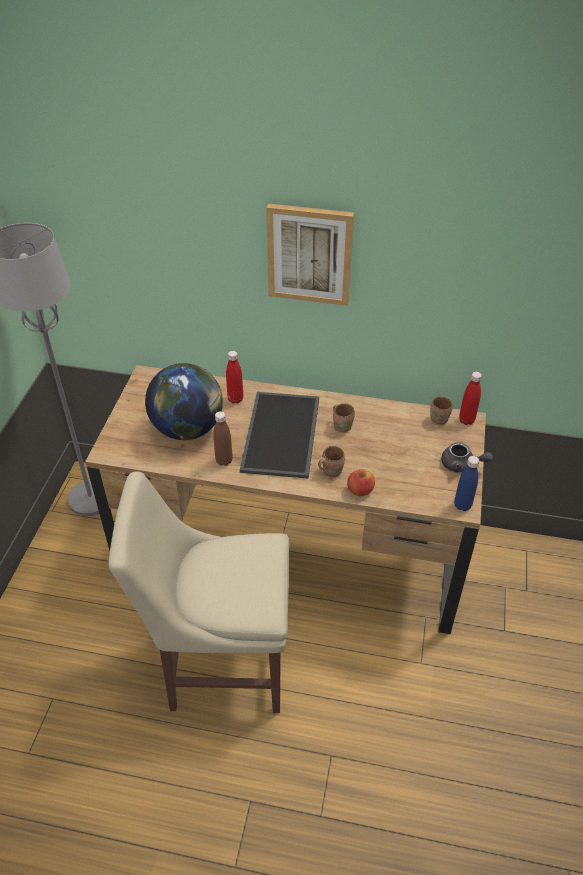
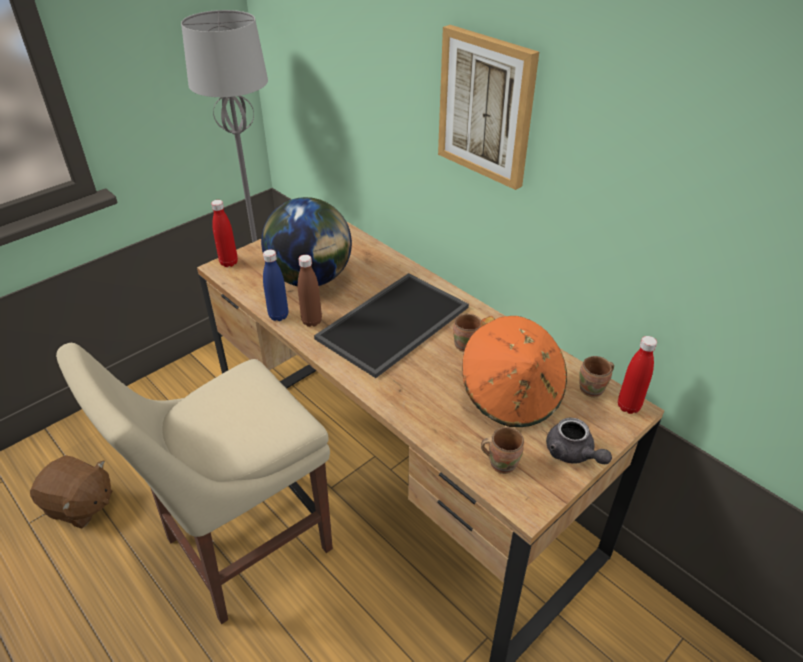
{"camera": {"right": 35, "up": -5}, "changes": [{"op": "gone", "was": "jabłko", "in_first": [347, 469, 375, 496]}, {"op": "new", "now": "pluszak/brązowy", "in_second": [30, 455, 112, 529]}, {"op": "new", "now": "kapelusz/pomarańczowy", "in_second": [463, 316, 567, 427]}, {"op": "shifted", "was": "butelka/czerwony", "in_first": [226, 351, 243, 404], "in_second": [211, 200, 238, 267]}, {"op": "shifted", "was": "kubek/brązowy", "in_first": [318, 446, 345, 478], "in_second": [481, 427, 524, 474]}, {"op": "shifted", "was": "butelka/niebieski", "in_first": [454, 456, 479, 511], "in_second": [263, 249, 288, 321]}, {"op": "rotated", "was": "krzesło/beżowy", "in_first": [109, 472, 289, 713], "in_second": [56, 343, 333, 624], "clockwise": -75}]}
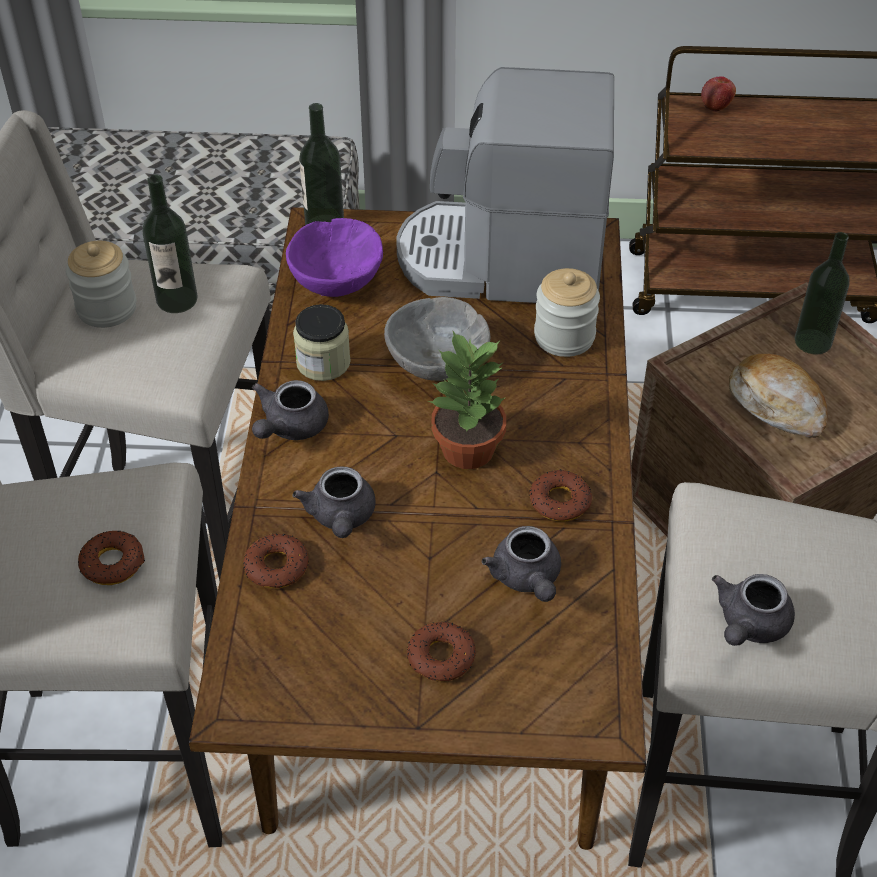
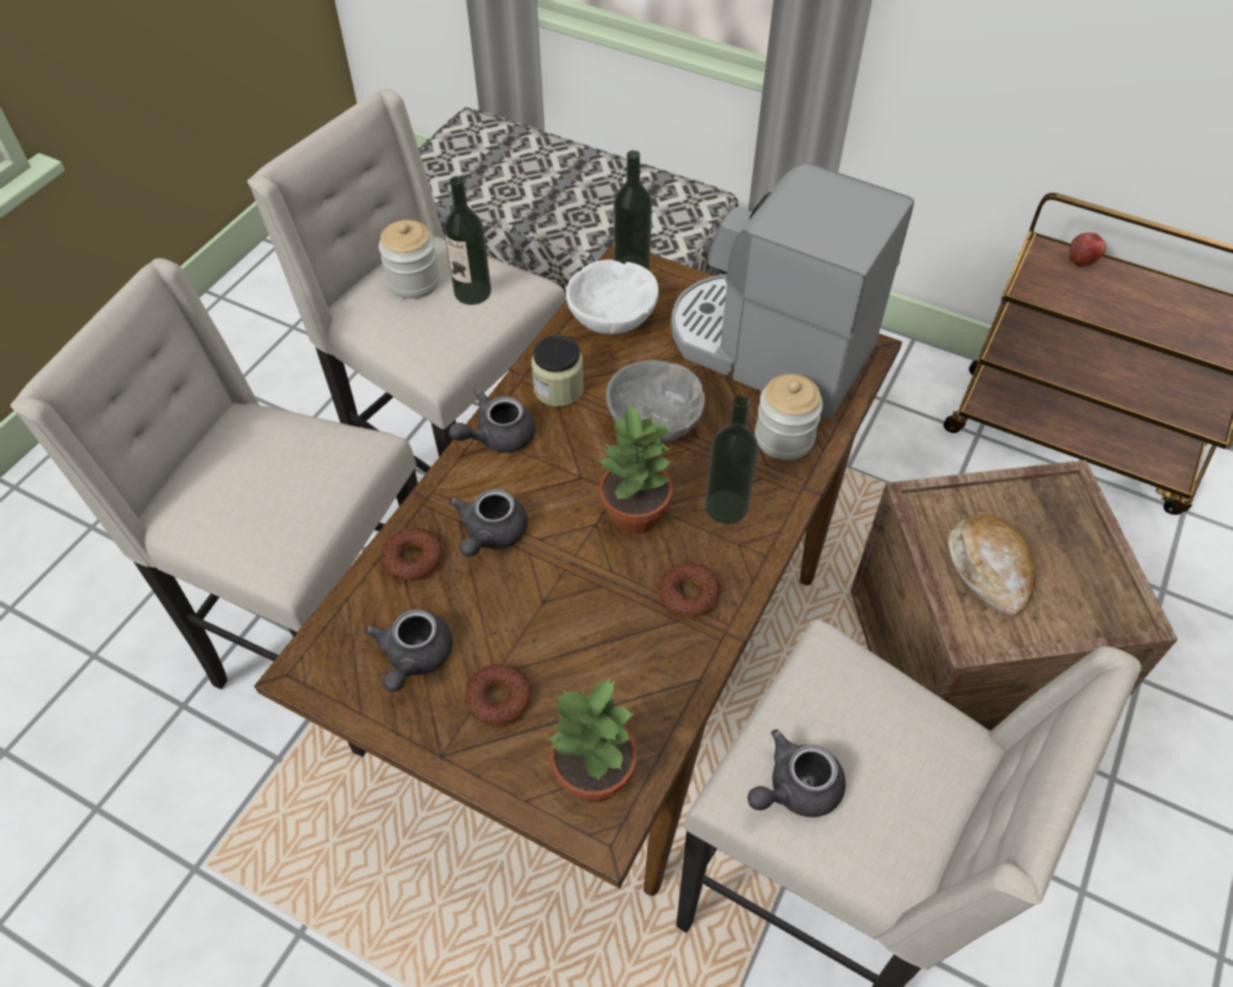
{"camera": {"right": 25, "up": 5}, "changes": [{"op": "gone", "was": "donut", "in_first": [78, 531, 145, 585]}, {"op": "new", "now": "roślina doniczkowa", "in_second": [547, 678, 637, 802]}, {"op": "shifted", "was": "imbryk/szary", "in_first": [482, 526, 561, 602], "in_second": [364, 609, 453, 692]}, {"op": "shifted", "was": "butelka", "in_first": [795, 232, 850, 355], "in_second": [705, 395, 758, 524]}, {"op": "repainted", "was": "miska/fioletowy", "now": "miska/biały", "in_first": [286, 218, 383, 297], "in_second": [566, 259, 659, 334]}]}
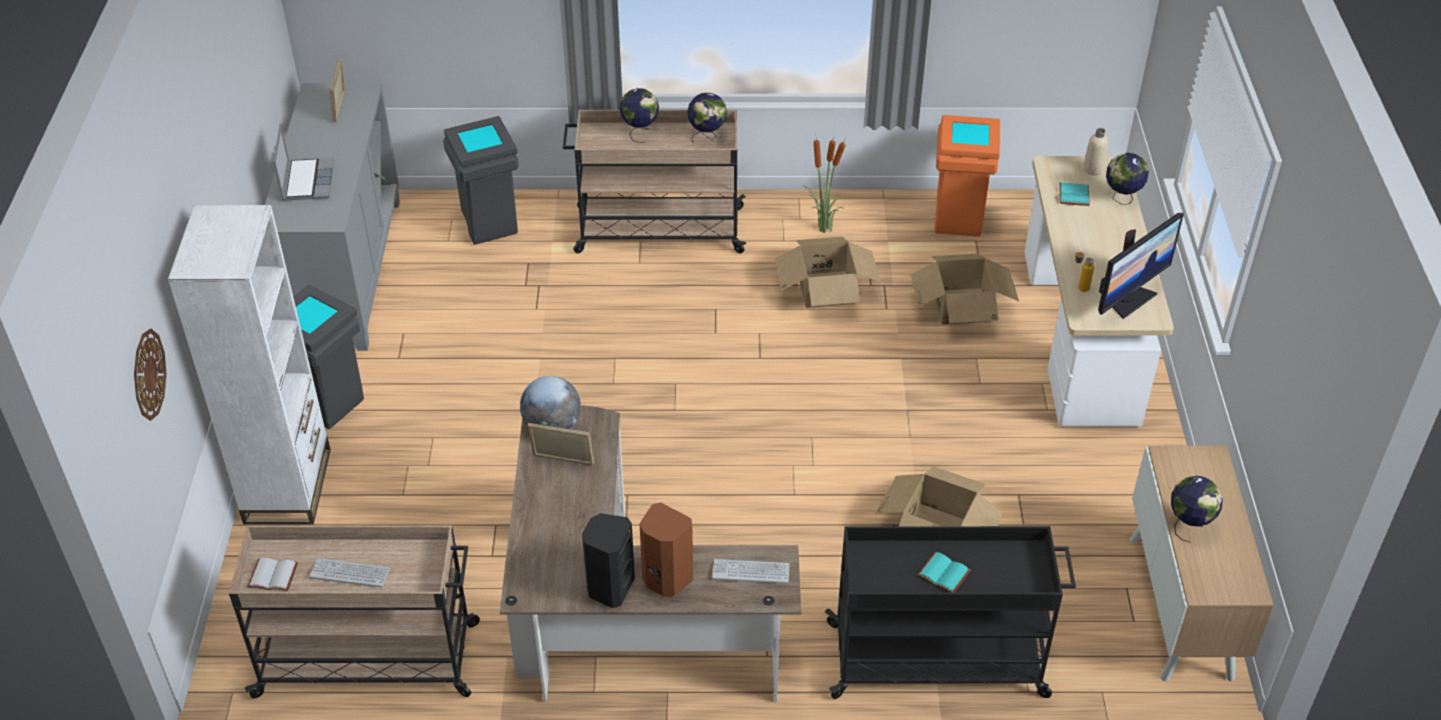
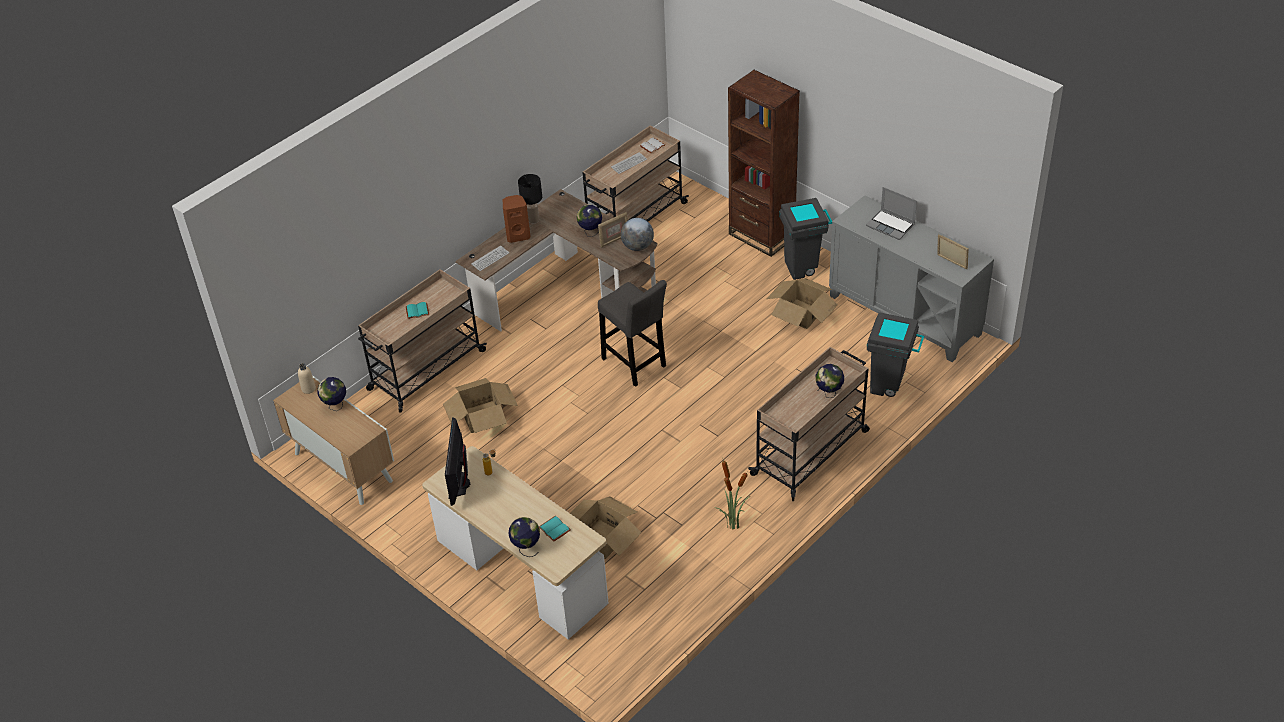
{"camera": {"right": 135, "up": 0}, "changes": [{"op": "gone", "was": "zegar ścienny", "in_first": [134, 329, 167, 421]}, {"op": "gone", "was": "kosz na śmieci/pomarańczowy", "in_first": [934, 115, 1000, 237]}, {"op": "new", "now": "stołek/szary", "in_second": [598, 280, 667, 387]}, {"op": "shifted", "was": "globus", "in_first": [687, 93, 727, 143], "in_second": [577, 204, 602, 237]}, {"op": "shifted", "was": "karton", "in_first": [775, 237, 881, 308], "in_second": [766, 278, 838, 329]}, {"op": "shifted", "was": "butelka/beżowy", "in_first": [1083, 128, 1108, 175], "in_second": [298, 363, 316, 394]}, {"op": "swapped", "was": "głośnik/czarny", "now": "lampa stołowa/czarny", "in_first": [582, 513, 635, 608], "in_second": [518, 174, 542, 223]}, {"op": "repainted", "was": "regał/biały", "now": "regał/brązowy", "in_first": [168, 205, 331, 524], "in_second": [728, 70, 800, 257]}, {"op": "repainted", "was": "wózek/czarny", "now": "wózek/beżowy", "in_first": [825, 526, 1076, 699], "in_second": [358, 269, 487, 413]}]}
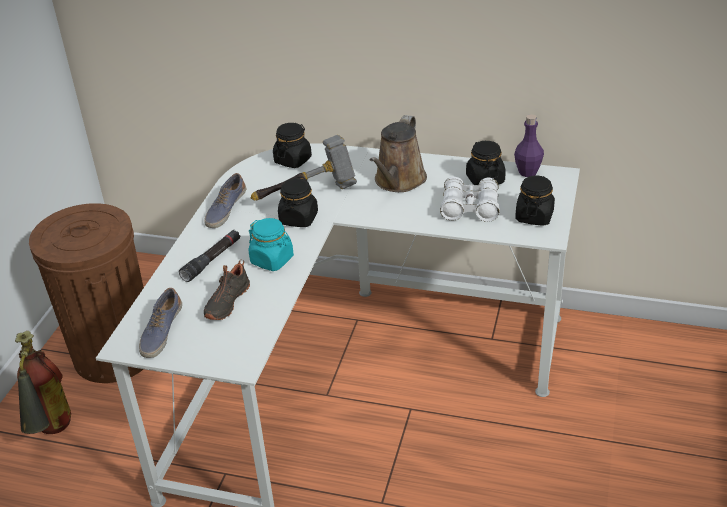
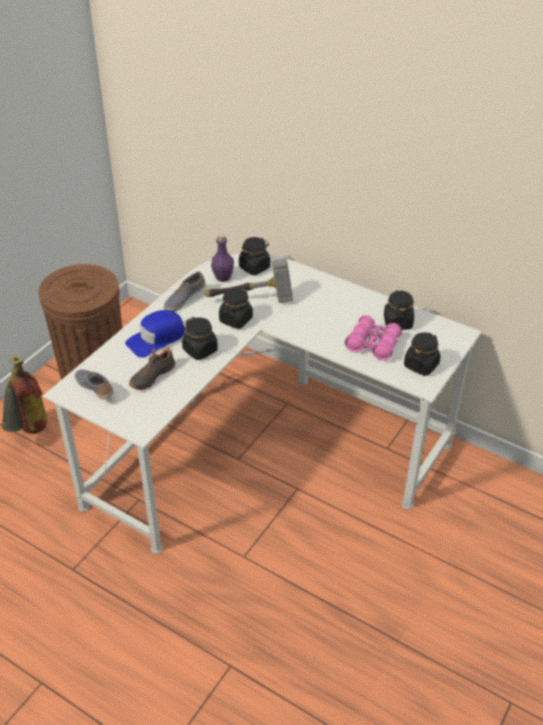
{"camera": {"right": 15, "up": 5}, "changes": [{"op": "gone", "was": "konewka/brązowy", "in_first": [369, 115, 427, 192]}, {"op": "shifted", "was": "butelka/fioletowy", "in_first": [514, 114, 544, 177], "in_second": [211, 233, 234, 282]}, {"op": "swapped", "was": "latarka/czarny", "now": "czapka z daszkiem/niebieski", "in_first": [179, 230, 240, 282], "in_second": [125, 310, 185, 358]}, {"op": "repainted", "was": "słoik/turkusowy", "now": "słoik/czarny", "in_first": [249, 218, 294, 271], "in_second": [182, 317, 218, 360]}, {"op": "repainted", "was": "lornetka/biały", "now": "lornetka/różowy", "in_first": [440, 177, 500, 222], "in_second": [345, 315, 402, 361]}, {"op": "rotated", "was": "but", "in_first": [139, 288, 182, 358], "in_second": [74, 370, 114, 399], "clockwise": 105}]}
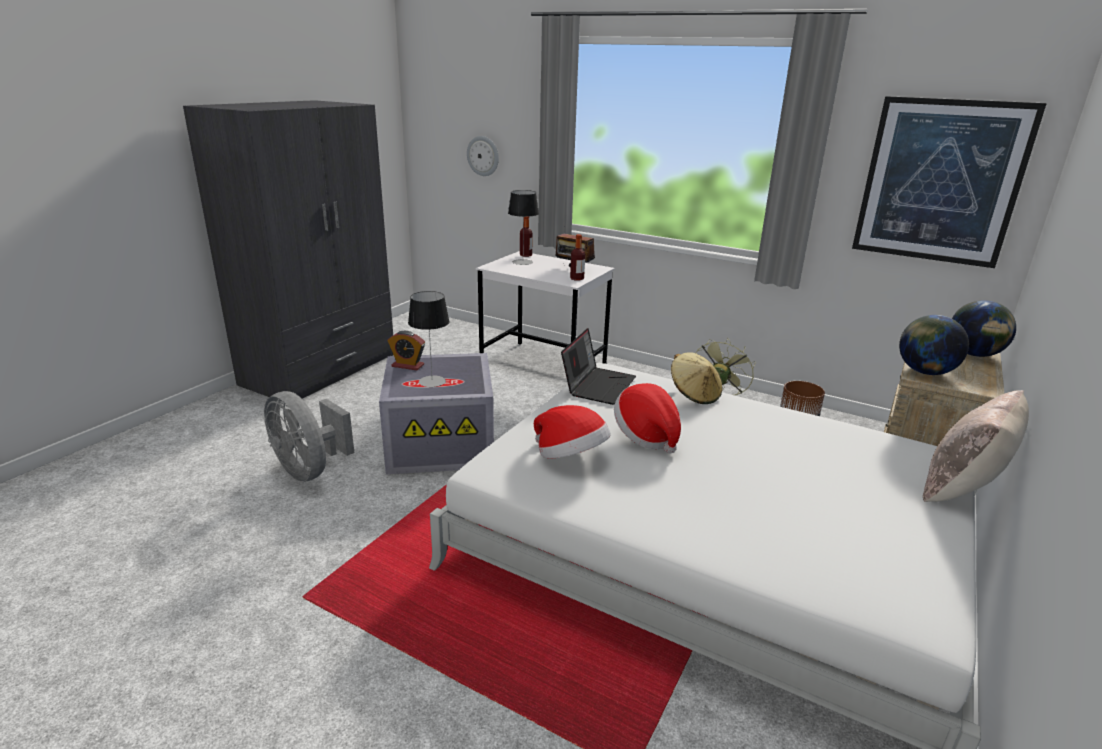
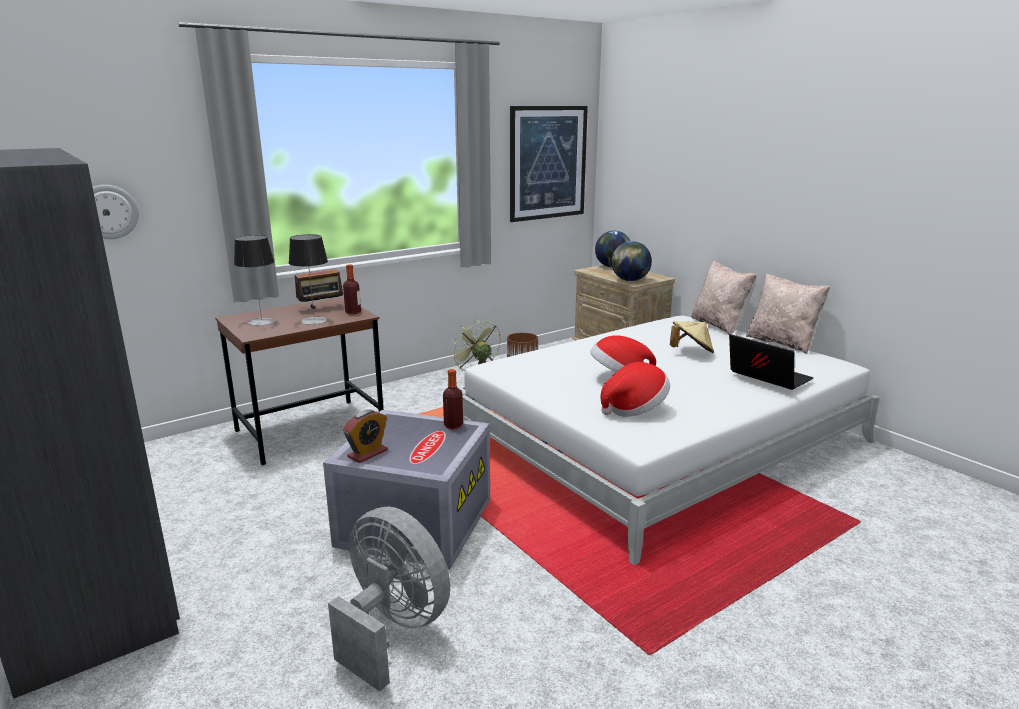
{"camera": {"right": -65, "up": -5}, "changes": [{"op": "new", "now": "poduszka/beżowy", "in_second": [746, 273, 830, 354]}, {"op": "shifted", "was": "lampa stołowa", "in_first": [408, 291, 450, 387], "in_second": [289, 234, 328, 324]}, {"op": "shifted", "was": "butelka", "in_first": [520, 216, 533, 257], "in_second": [443, 369, 463, 429]}, {"op": "shifted", "was": "laptop", "in_first": [561, 328, 636, 405], "in_second": [729, 334, 813, 390]}, {"op": "shifted", "was": "kapelusz/beżowy", "in_first": [671, 352, 722, 404], "in_second": [670, 321, 714, 353]}, {"op": "repainted", "was": "biurko/biały", "now": "biurko/brązowy", "in_first": [476, 251, 615, 364], "in_second": [215, 297, 383, 465]}, {"op": "rotated", "was": "wentylator/szary", "in_first": [264, 391, 354, 482], "in_second": [328, 506, 450, 691], "clockwise": -120}]}
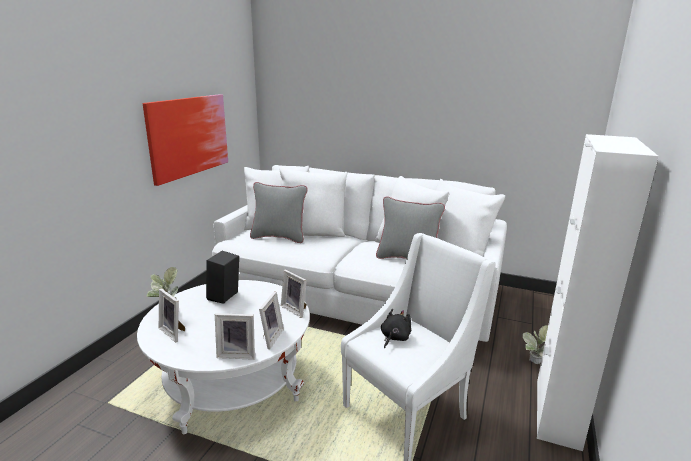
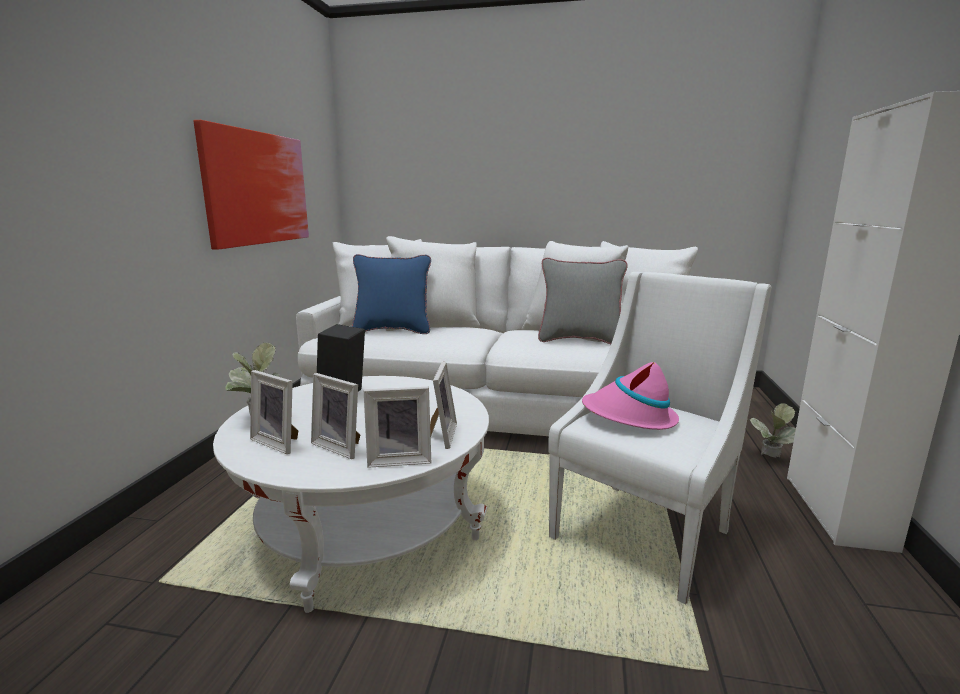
{"camera": {"right": -10, "up": -5}, "changes": [{"op": "shifted", "was": "ramka na zdjęcie", "in_first": [281, 269, 307, 318], "in_second": [311, 373, 360, 459]}, {"op": "swapped", "was": "pluszak/czarny", "now": "kapelusz/różowy", "in_first": [381, 309, 411, 348], "in_second": [582, 362, 679, 430]}, {"op": "repainted", "was": "poduszka/szary", "now": "poduszka/niebieski", "in_first": [250, 182, 308, 243], "in_second": [352, 254, 431, 334]}]}
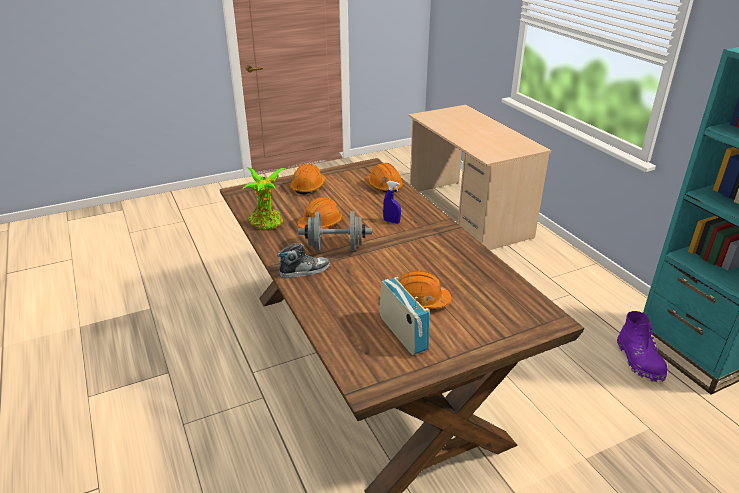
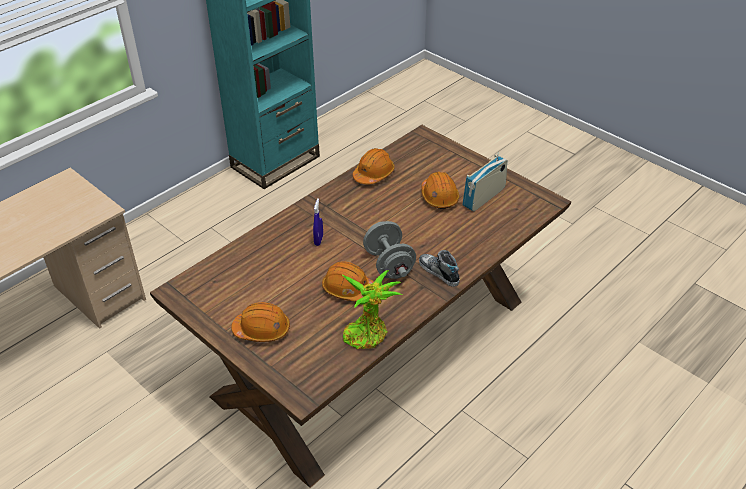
{"camera": {"right": -110, "up": 10}, "changes": [{"op": "gone", "was": "but z cholewką/fioletowy", "in_first": [617, 311, 667, 382]}, {"op": "shifted", "was": "kask/pomarańczowy", "in_first": [366, 163, 403, 192], "in_second": [352, 148, 395, 184]}]}
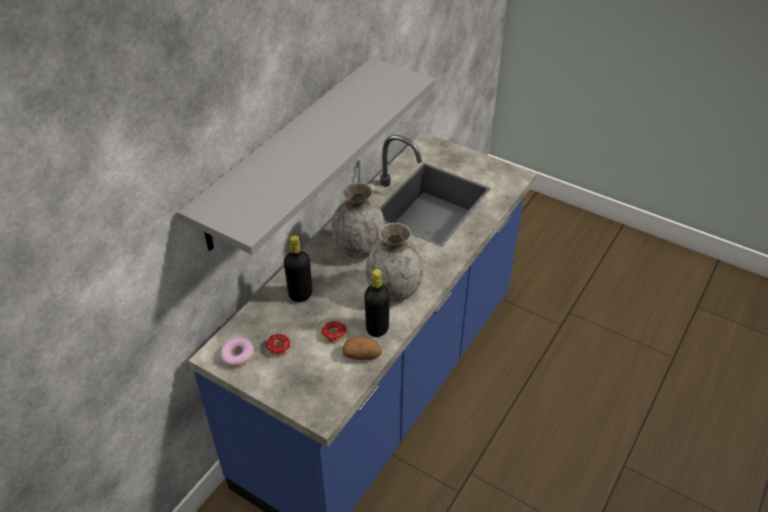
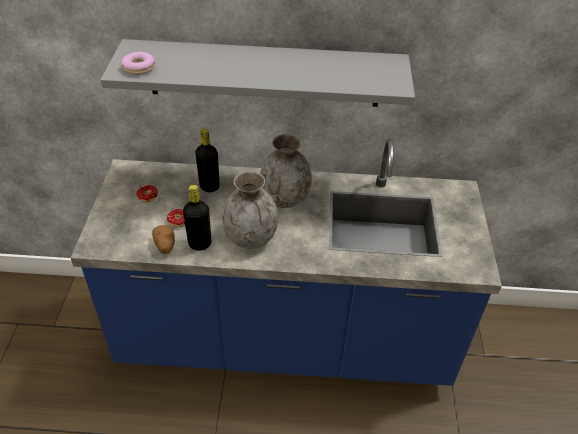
{"camera": {"right": 60, "up": 0}, "changes": [{"op": "shifted", "was": "donut", "in_first": [220, 338, 254, 367], "in_second": [121, 52, 155, 75]}]}
